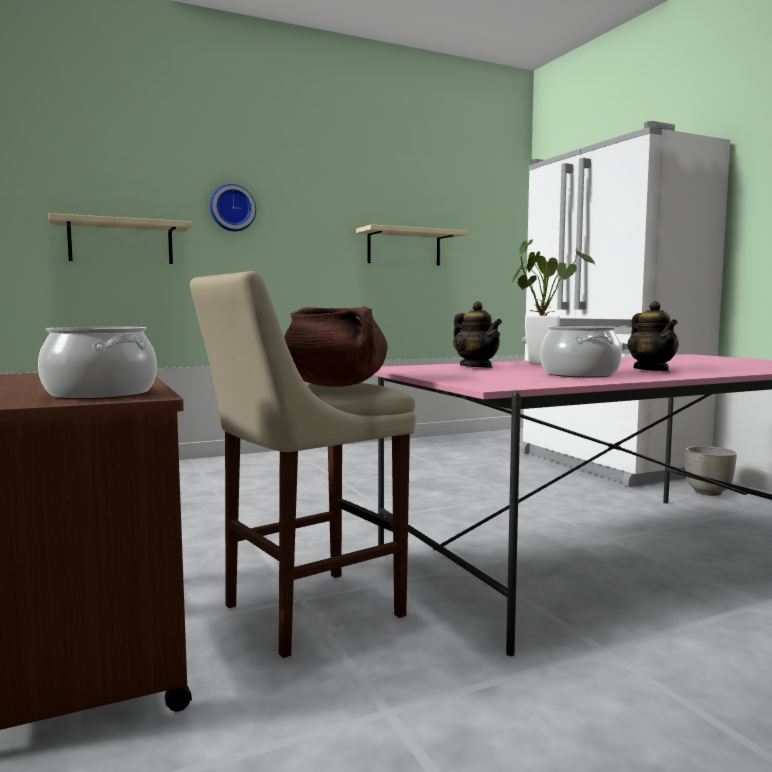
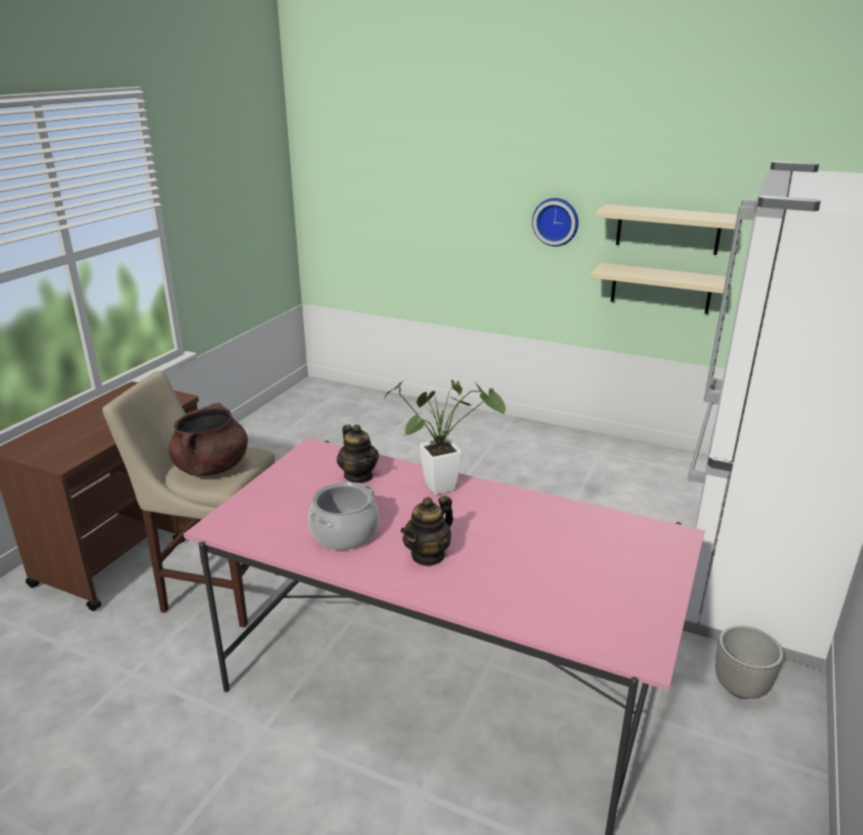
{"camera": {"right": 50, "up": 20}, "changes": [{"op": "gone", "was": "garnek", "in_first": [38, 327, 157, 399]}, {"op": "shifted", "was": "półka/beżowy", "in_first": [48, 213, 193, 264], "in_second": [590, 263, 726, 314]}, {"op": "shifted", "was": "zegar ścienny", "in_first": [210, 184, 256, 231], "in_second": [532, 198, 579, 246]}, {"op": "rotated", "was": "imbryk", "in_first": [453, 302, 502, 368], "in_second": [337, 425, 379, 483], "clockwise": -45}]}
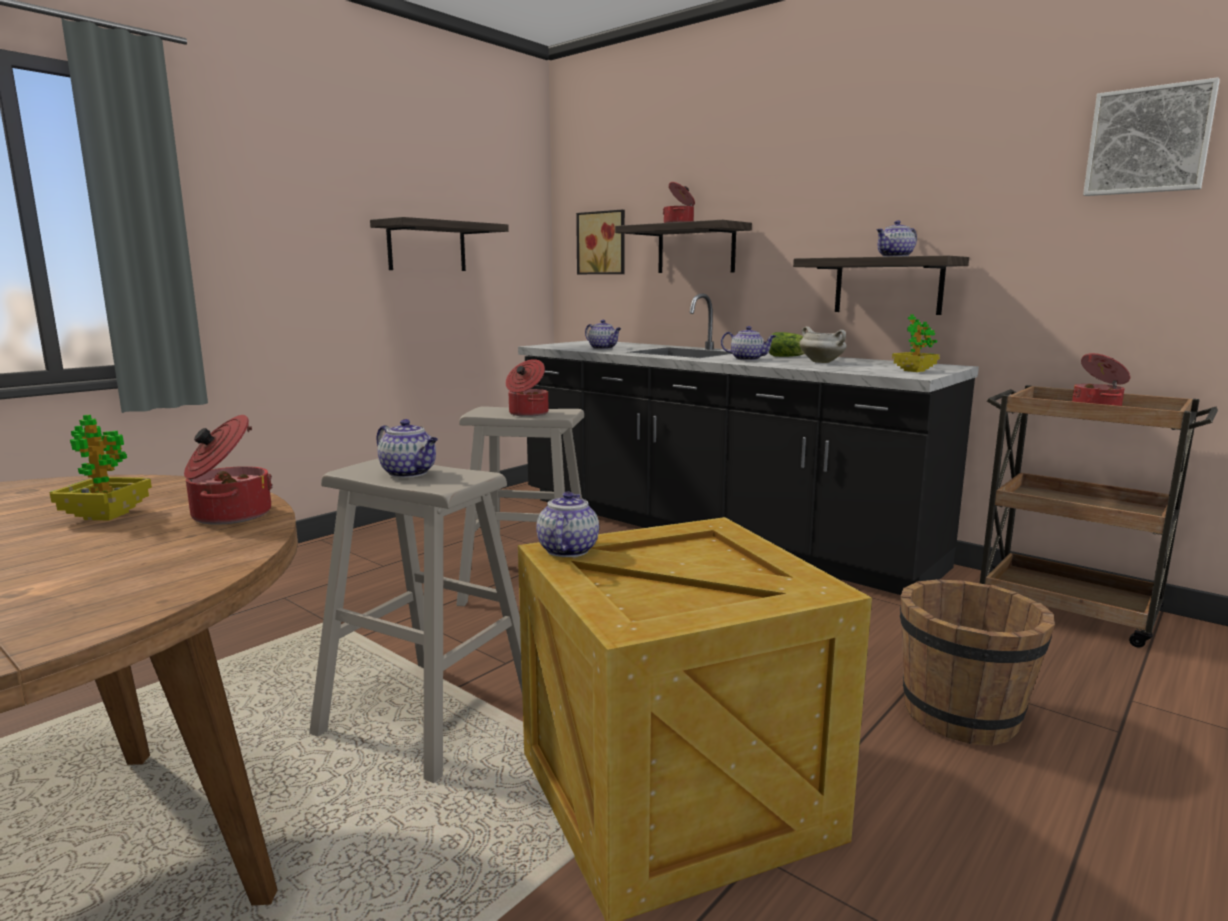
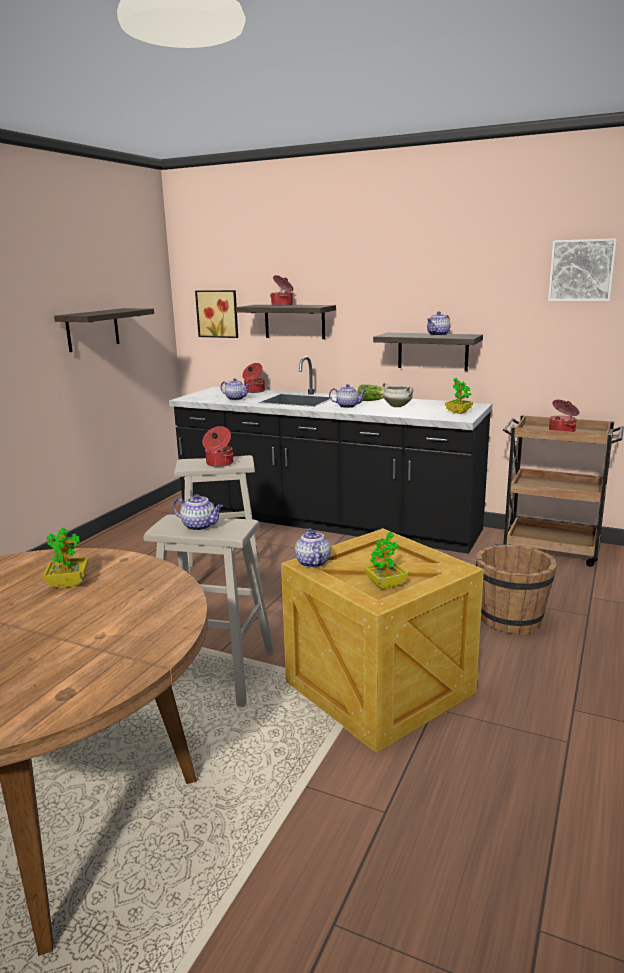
{"camera": {"right": -15, "up": 5}, "changes": [{"op": "new", "now": "roślina doniczkowa", "in_second": [365, 532, 408, 589]}, {"op": "shifted", "was": "garnek", "in_first": [184, 415, 273, 525], "in_second": [242, 363, 265, 393]}]}
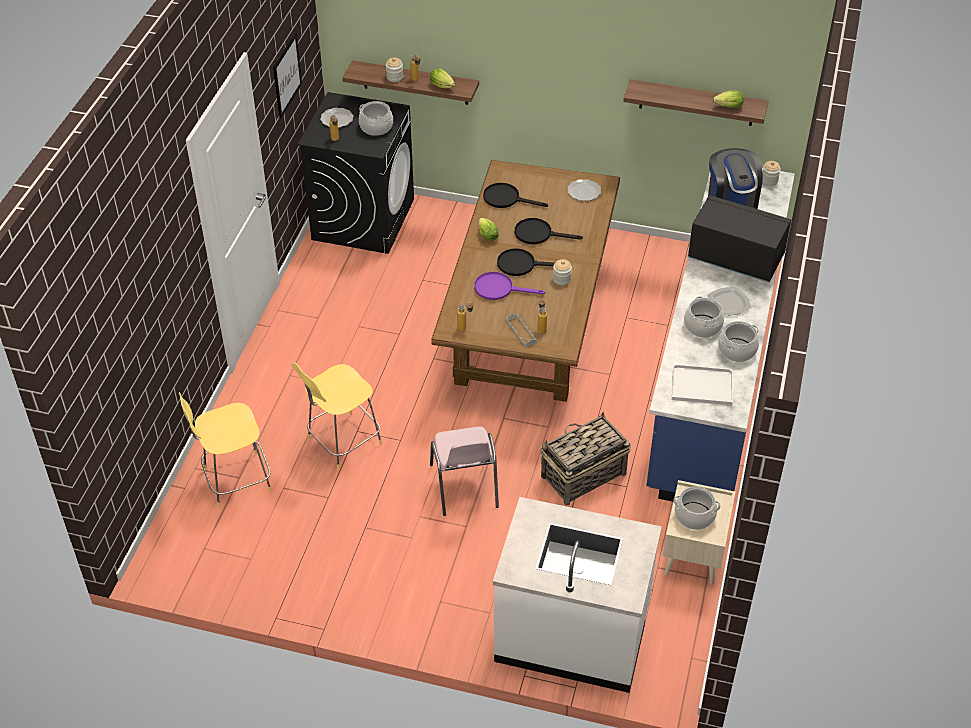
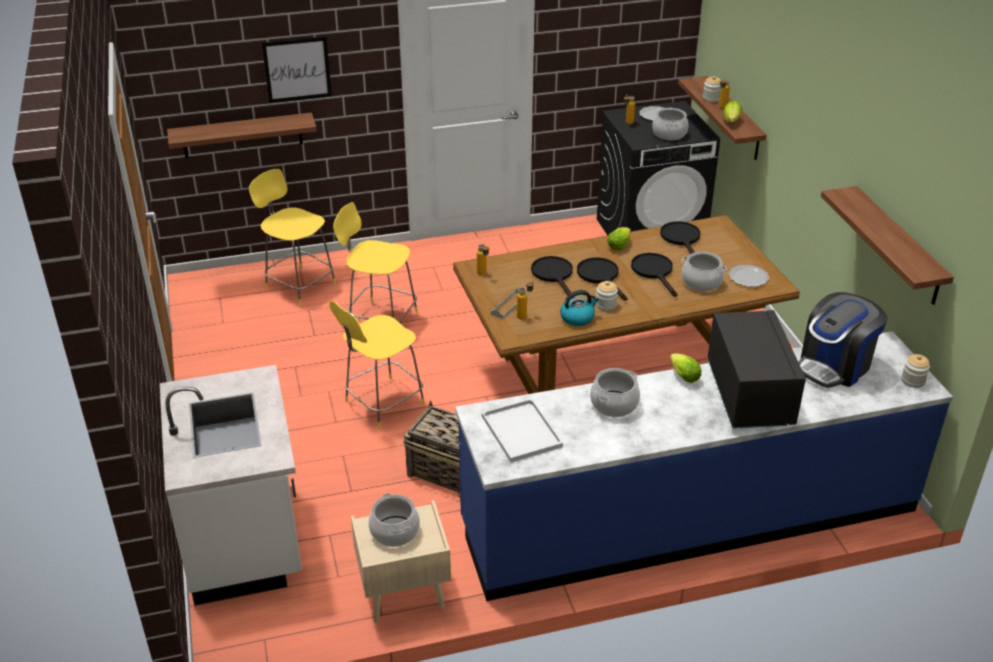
{"camera": {"right": 60, "up": -10}, "changes": [{"op": "gone", "was": "talerz", "in_first": [708, 287, 751, 316]}, {"op": "new", "now": "półka", "in_second": [167, 113, 317, 158]}, {"op": "new", "now": "czajnik", "in_second": [560, 290, 599, 326]}, {"op": "shifted", "was": "obraz", "in_first": [273, 33, 302, 118], "in_second": [262, 36, 332, 103]}, {"op": "shifted", "was": "sałata", "in_first": [713, 90, 744, 108], "in_second": [670, 353, 702, 383]}, {"op": "shifted", "was": "garnek", "in_first": [718, 321, 759, 362], "in_second": [681, 252, 727, 292]}, {"op": "swapped", "was": "krzesło/różowy", "now": "stołek/żółty", "in_first": [430, 427, 499, 516], "in_second": [329, 301, 425, 429]}, {"op": "repainted", "was": "patelnia/fioletowy", "now": "patelnia/czarny", "in_first": [474, 272, 545, 300], "in_second": [531, 256, 575, 299]}]}
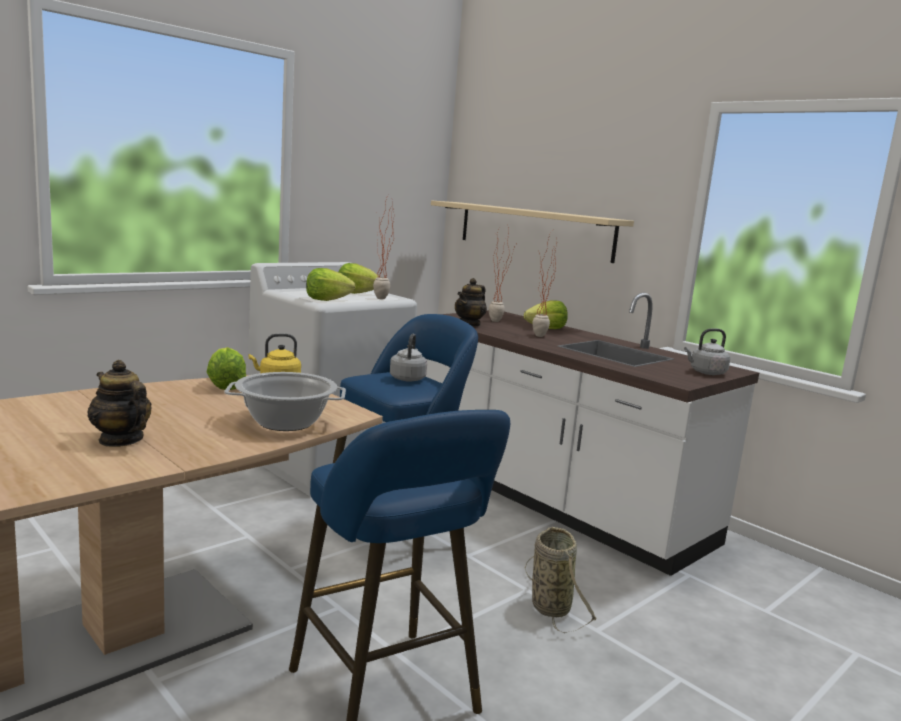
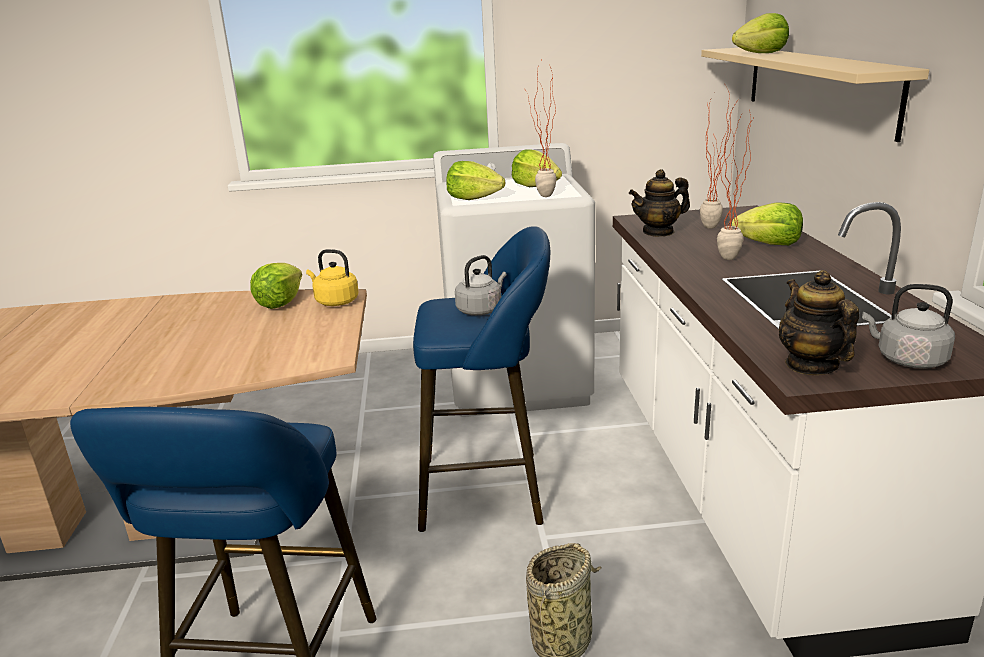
{"camera": {"right": 40, "up": 10}, "changes": [{"op": "gone", "was": "garnek", "in_first": [224, 372, 346, 431]}, {"op": "new", "now": "sałata", "in_second": [732, 13, 789, 53]}, {"op": "shifted", "was": "imbryk", "in_first": [87, 360, 152, 447], "in_second": [779, 270, 859, 375]}]}
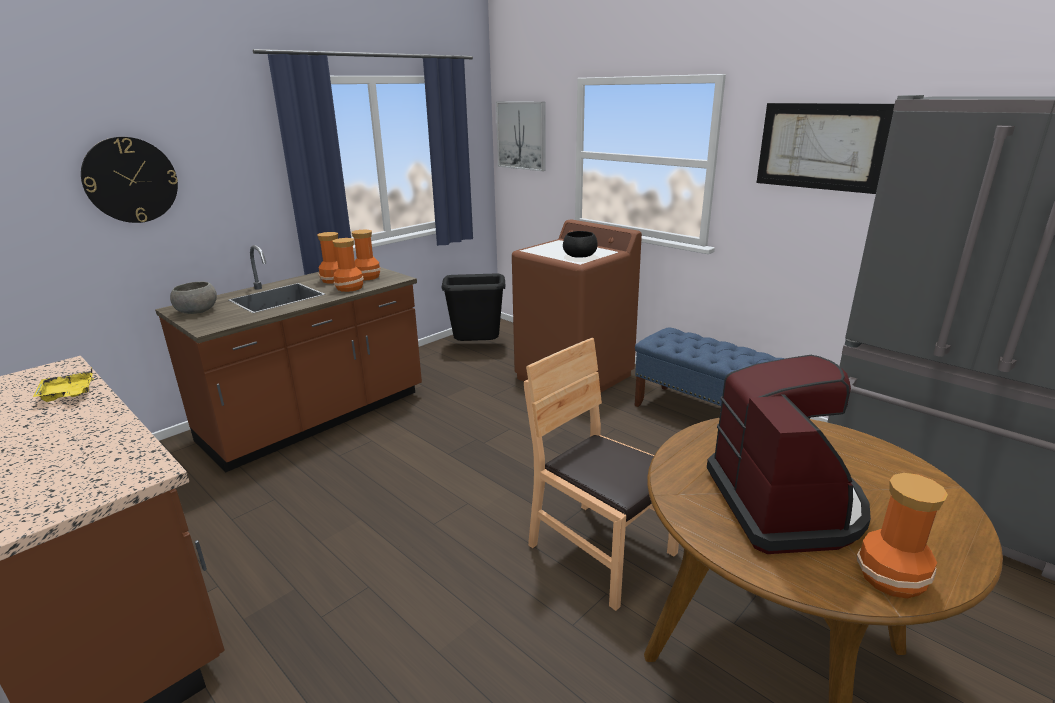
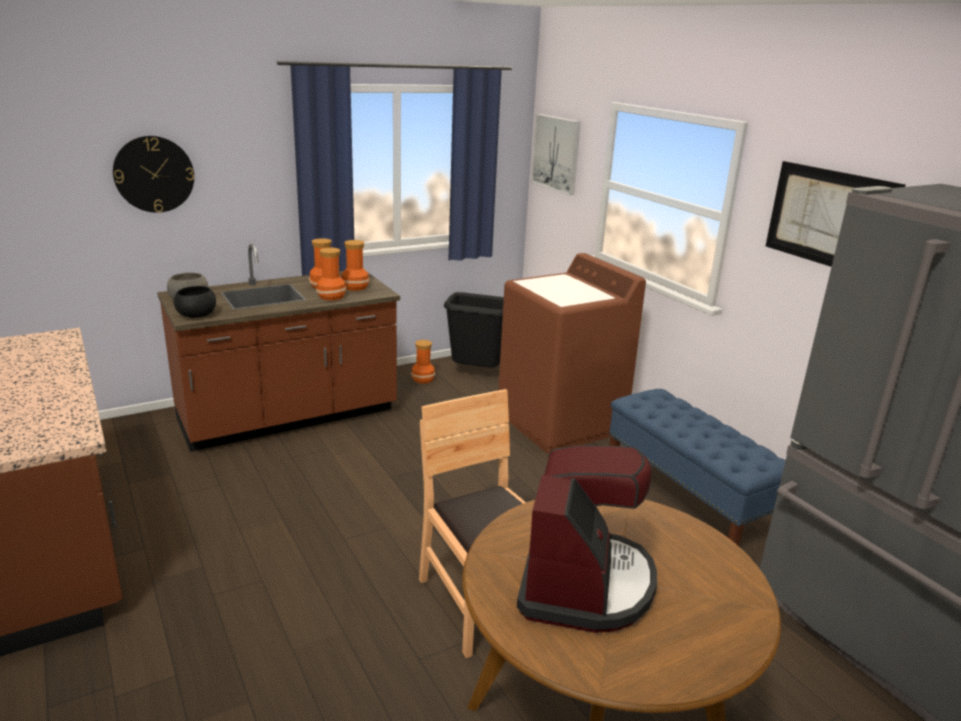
{"camera": {"right": 15, "up": 0}, "changes": [{"op": "gone", "was": "taca/żółty", "in_first": [33, 368, 94, 402]}, {"op": "shifted", "was": "miska/czarny", "in_first": [563, 231, 598, 258], "in_second": [174, 286, 216, 318]}, {"op": "shifted", "was": "wazon", "in_first": [857, 473, 948, 599], "in_second": [411, 340, 435, 383]}]}
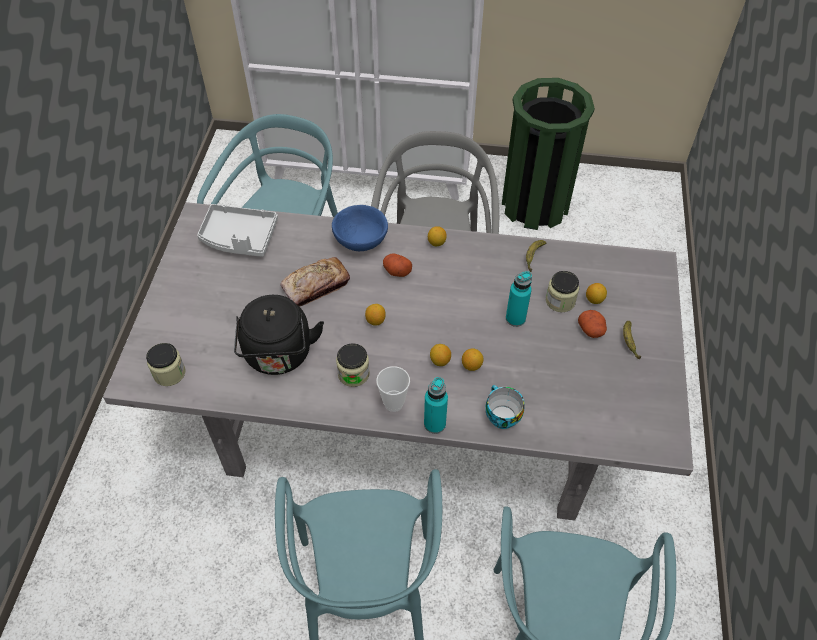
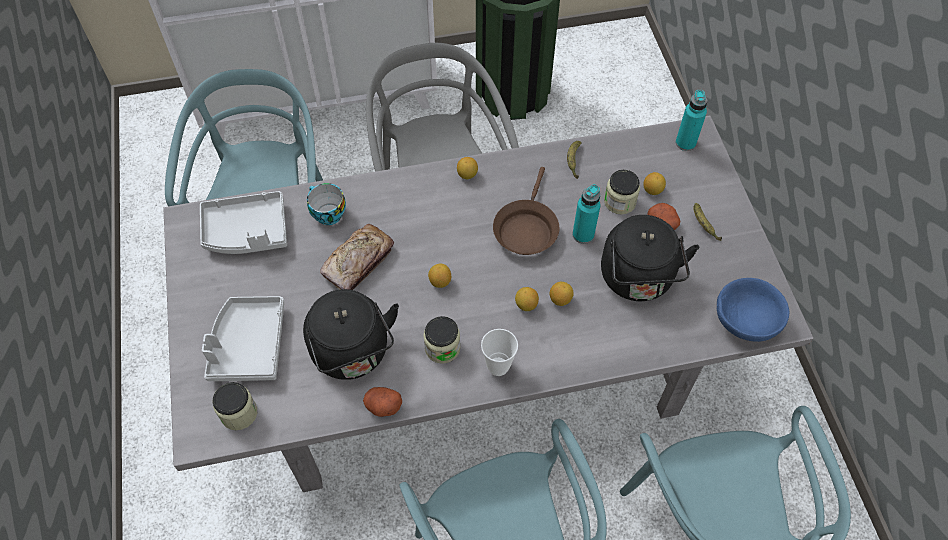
{"camera": {"right": -20, "up": 5}, "changes": [{"op": "new", "now": "taca/szary", "in_second": [202, 296, 284, 381]}, {"op": "new", "now": "patelnia/brązowy", "in_second": [493, 167, 559, 255]}, {"op": "new", "now": "czajnik/czarny", "in_second": [601, 215, 699, 301]}, {"op": "shifted", "was": "miska/niebieski", "in_first": [332, 205, 388, 251], "in_second": [717, 278, 789, 342]}, {"op": "shifted", "was": "ziemniak", "in_first": [383, 253, 412, 277], "in_second": [363, 387, 402, 417]}, {"op": "shifted", "was": "butelka/turkusowy", "in_first": [424, 377, 448, 434], "in_second": [676, 90, 708, 151]}, {"op": "shifted", "was": "filiżanka", "in_first": [485, 385, 525, 429], "in_second": [307, 183, 346, 225]}]}
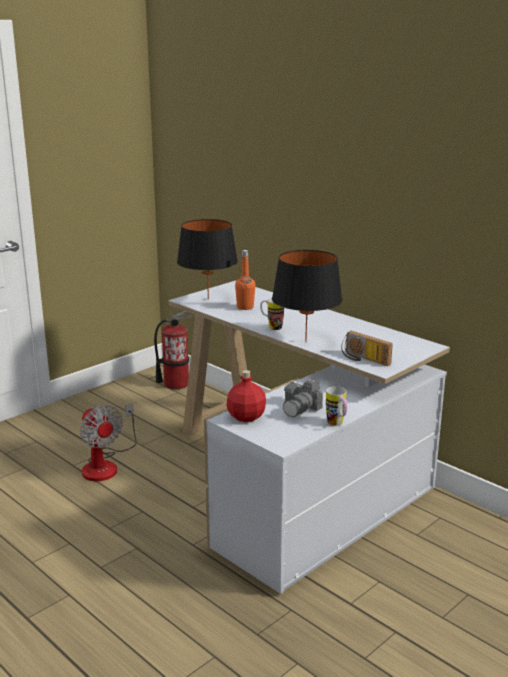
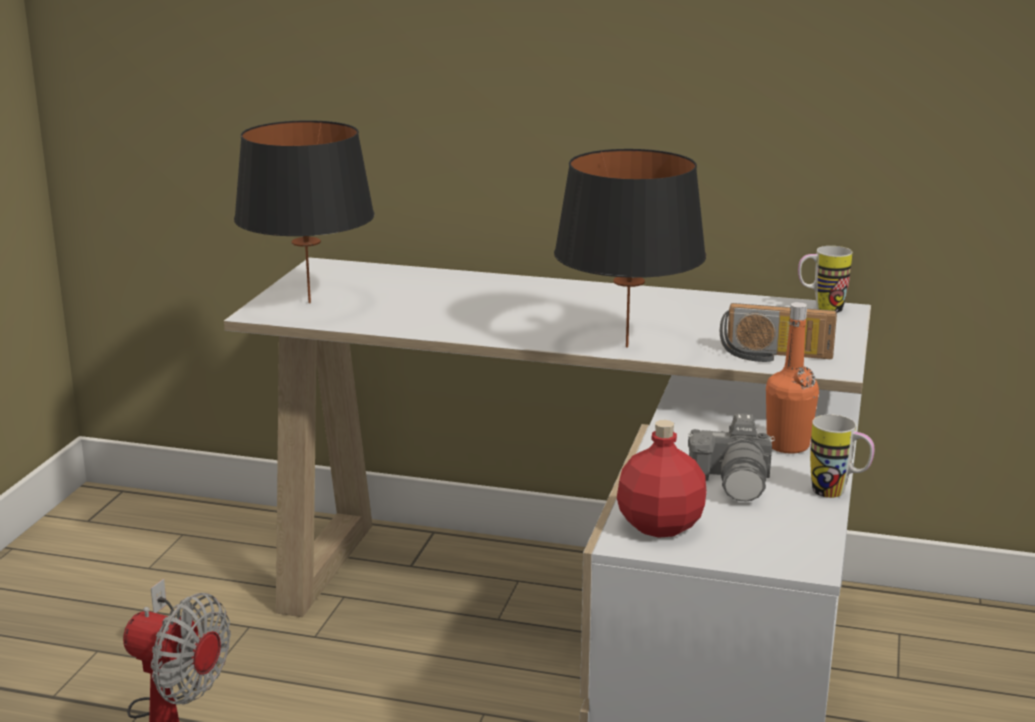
{"camera": {"right": -30, "up": 0}, "changes": [{"op": "gone", "was": "gaśnica", "in_first": [154, 311, 193, 390]}, {"op": "shifted", "was": "butelka/pomarańczowy", "in_first": [235, 250, 255, 310], "in_second": [766, 302, 819, 454]}, {"op": "shifted", "was": "kubek", "in_first": [260, 298, 284, 330], "in_second": [798, 246, 852, 313]}]}
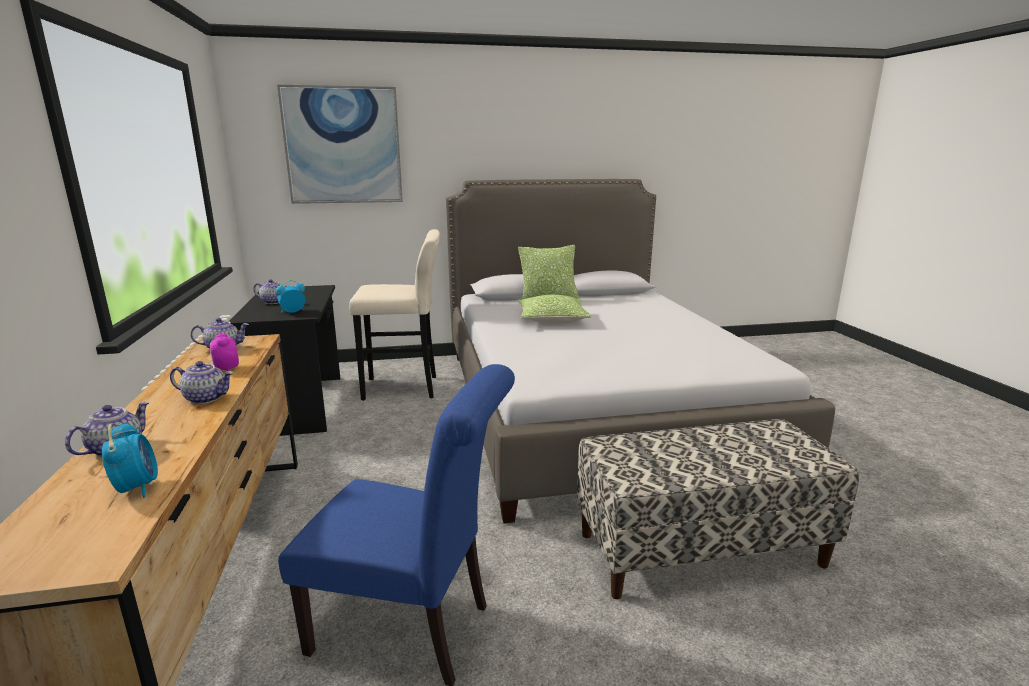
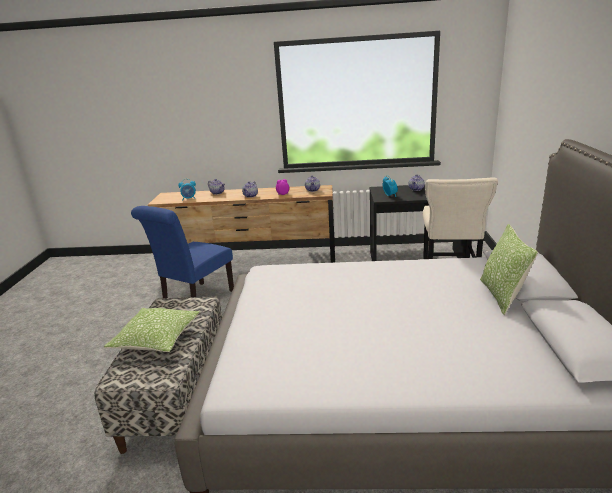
{"camera": {"right": 105, "up": 5}, "changes": [{"op": "gone", "was": "obraz", "in_first": [277, 85, 403, 204]}, {"op": "shifted", "was": "poduszka", "in_first": [518, 295, 591, 324], "in_second": [104, 308, 200, 352]}]}
